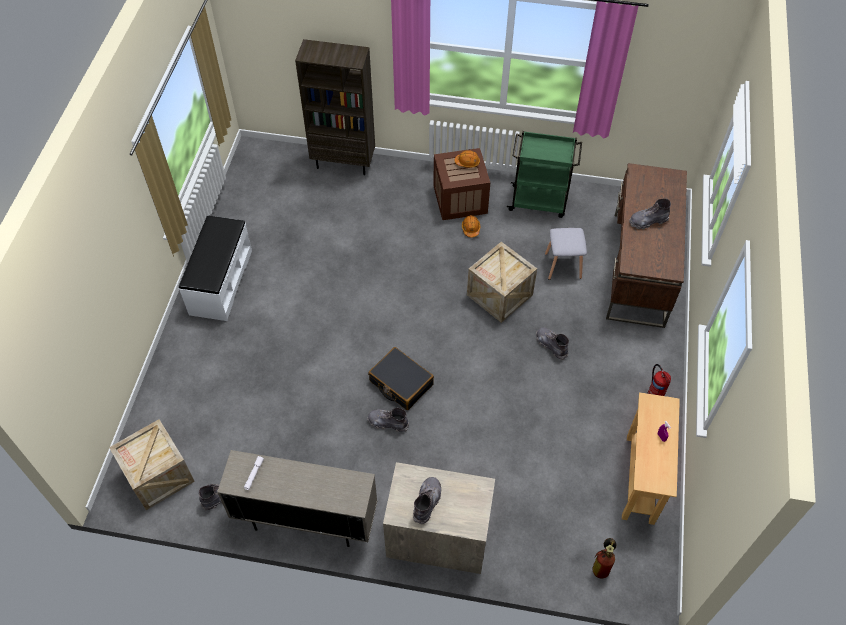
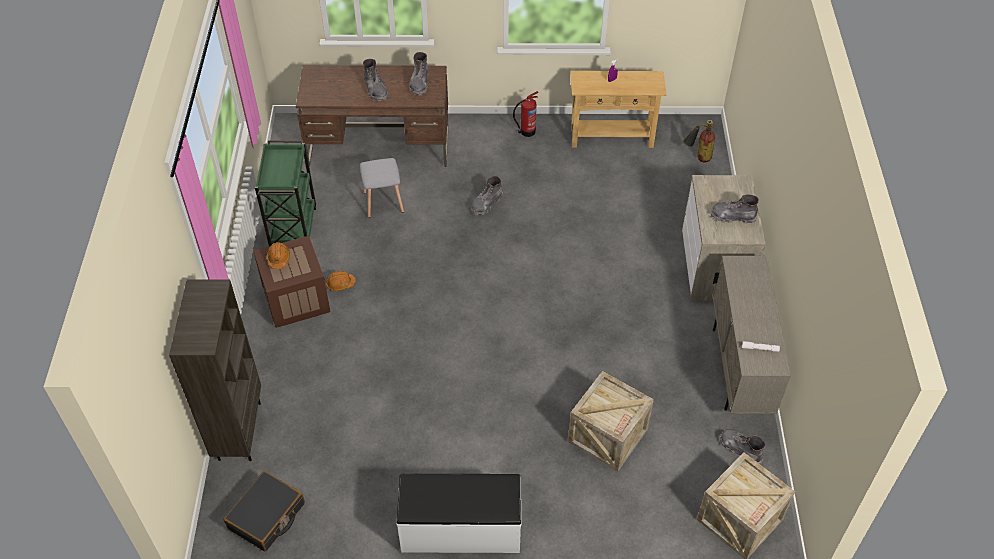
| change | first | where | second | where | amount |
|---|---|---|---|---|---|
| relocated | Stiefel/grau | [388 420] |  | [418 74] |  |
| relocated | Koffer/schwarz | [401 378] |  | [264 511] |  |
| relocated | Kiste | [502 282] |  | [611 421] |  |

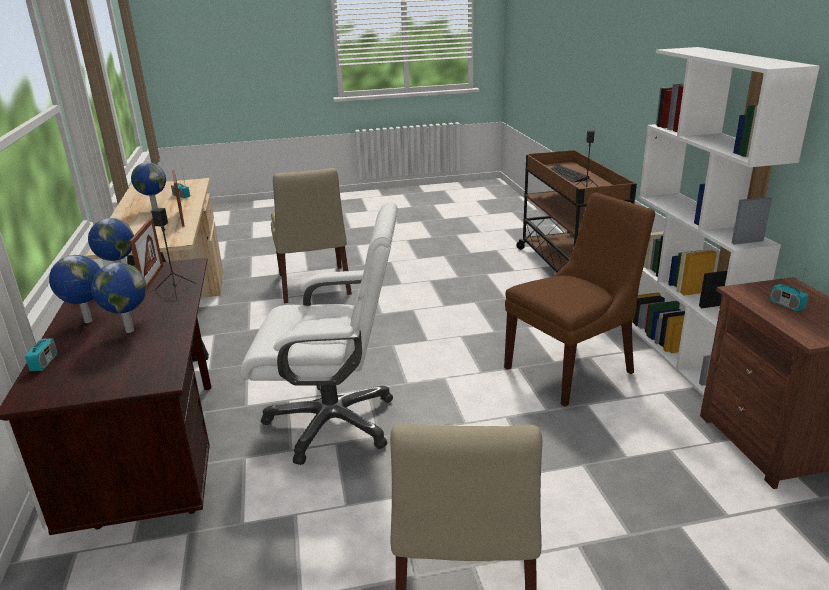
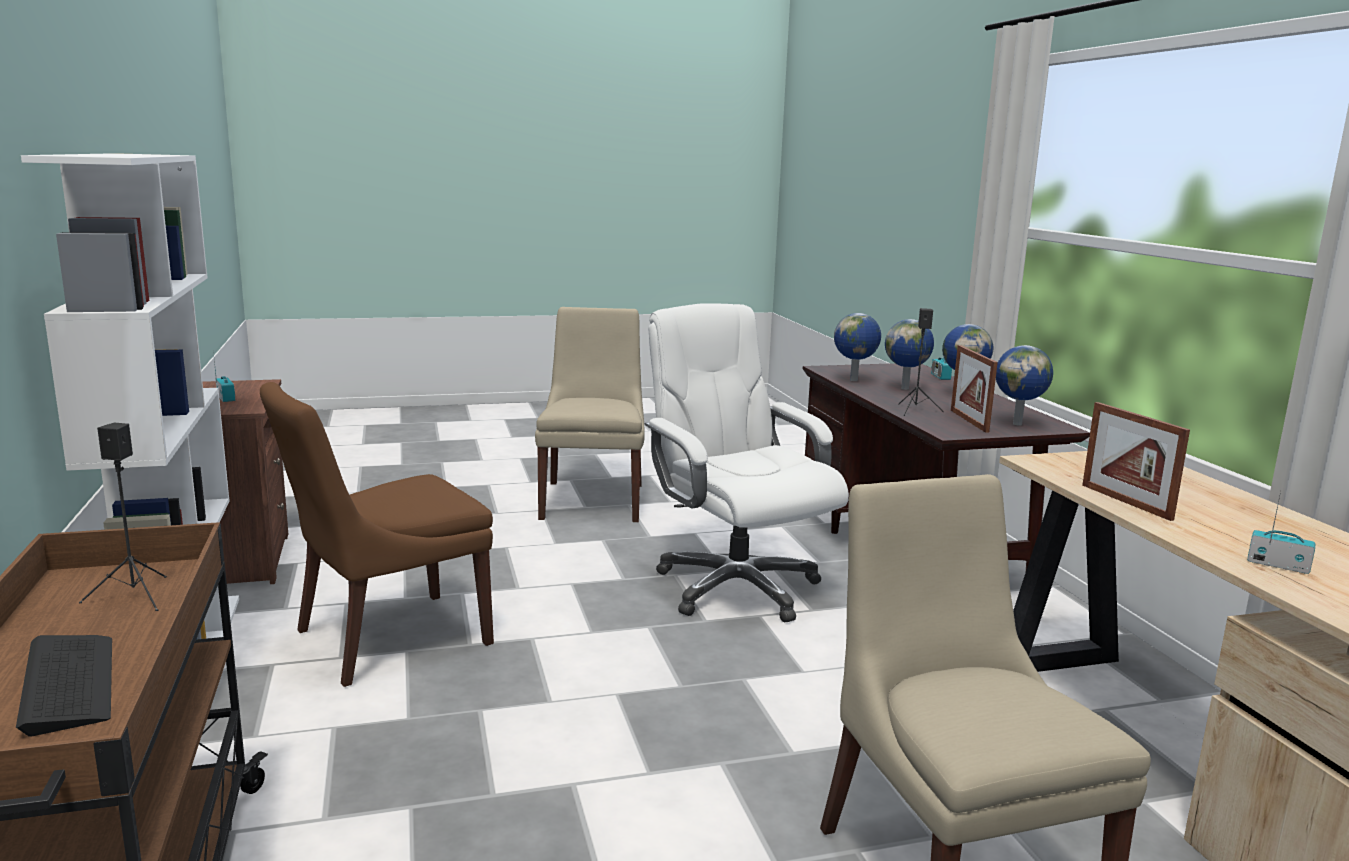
| change | first | where | second | where | amount |
|---|---|---|---|---|---|
| relocated | Globus | [148 186] |  | [857 347] |  |
| spun | Bürostuhl/weiß | [318 333] |  | [746 462] | 60 degrees clockwise |

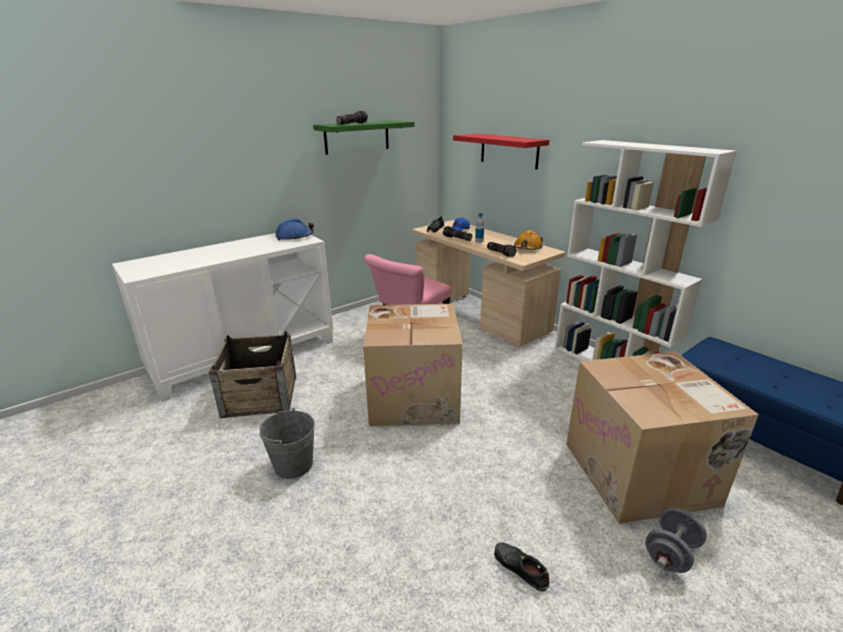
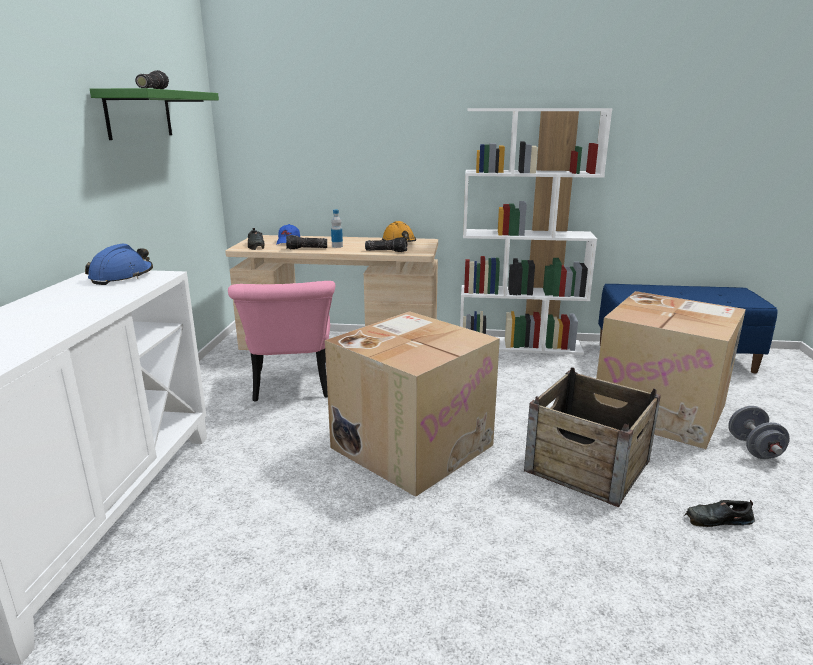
| change | first | where | second | where | amount |
|---|---|---|---|---|---|
| missing | Eimer/grau | [287 443] |  |  |  |
| missing | Wandregal/rot | [501 151] |  |  |  |
| relocated | Kiste | [252 374] |  | [592 437] |  |

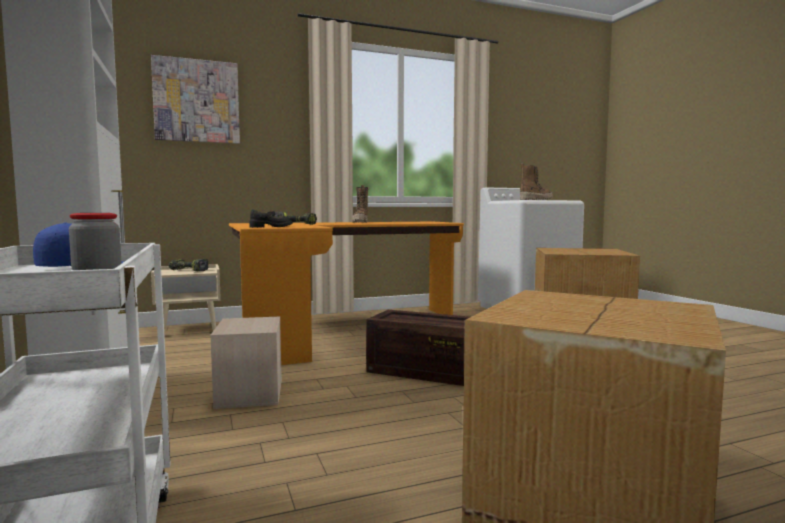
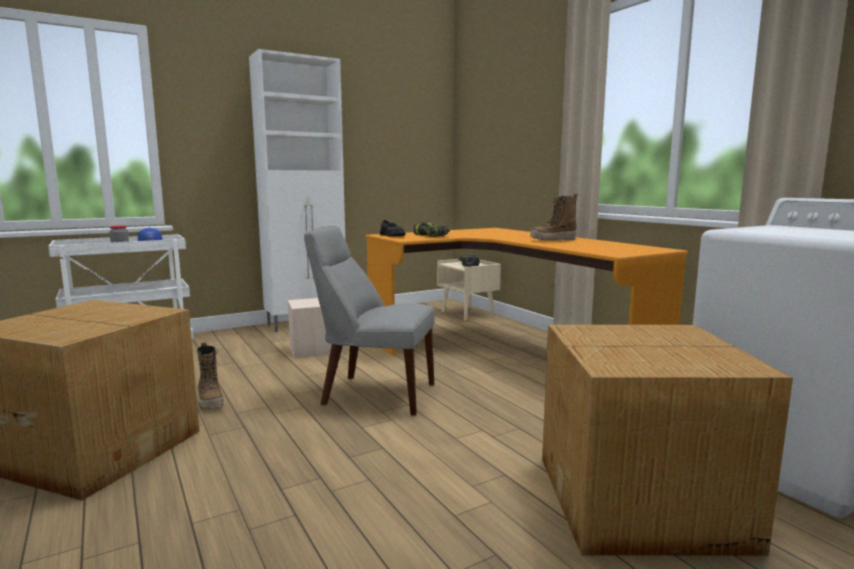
| change | first | where | second | where | amount |
|---|---|---|---|---|---|
| missing | Bild | [195 99] |  |  |  |
| relocated | Stiefel | [536 181] |  | [210 376] |  |
| exchanged | Kiste | [418 348] | Stuhl/grau | [369 320] |  |

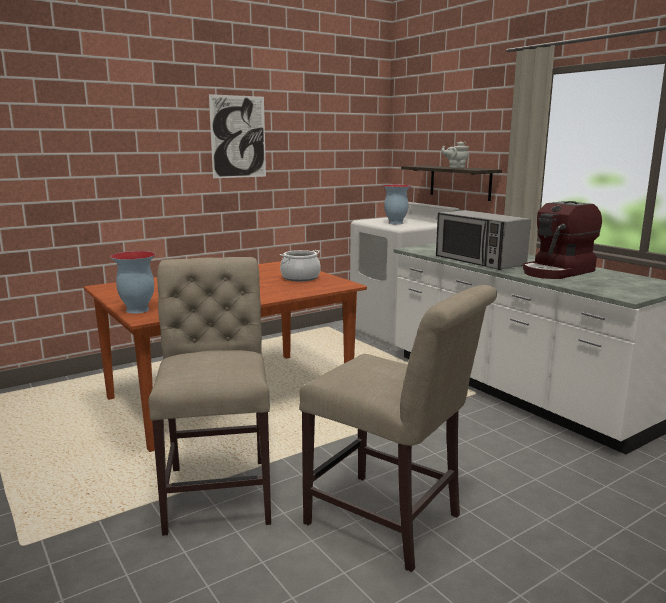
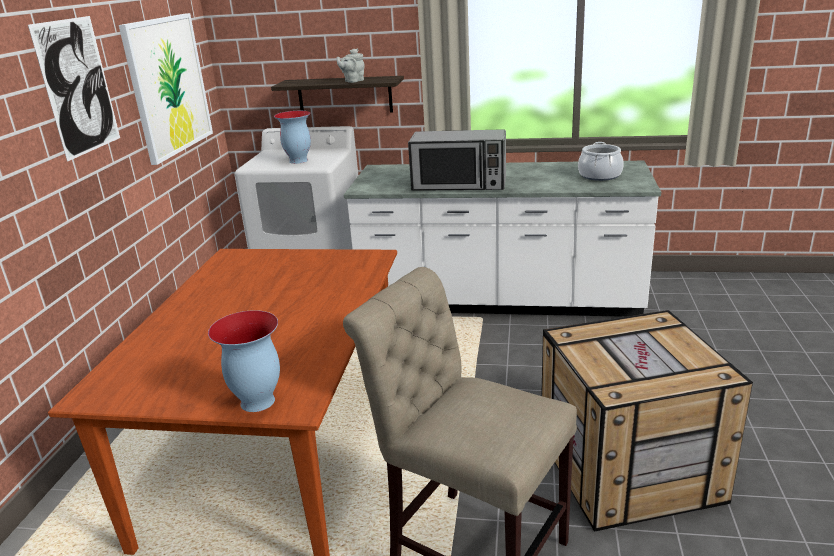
| change | first | where | second | where | amount |
|---|---|---|---|---|---|
| missing | Kaffeemaschine | [562 240] |  |  |  |
| appeared |  |  | Bild | [166 89] |  |
| relocated | Kochtopf | [300 265] |  | [601 161] |  |
| exchanged | Stuhl/beige | [398 428] | Kiste | [647 421] |  |

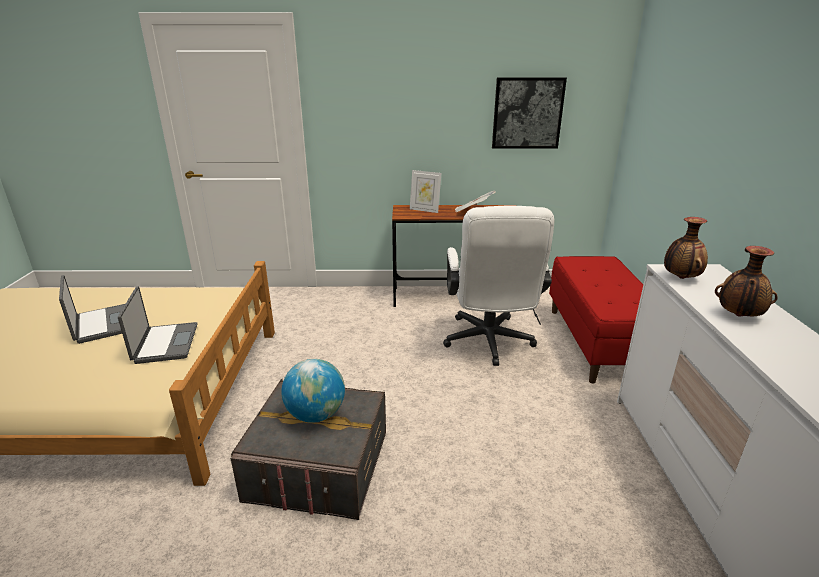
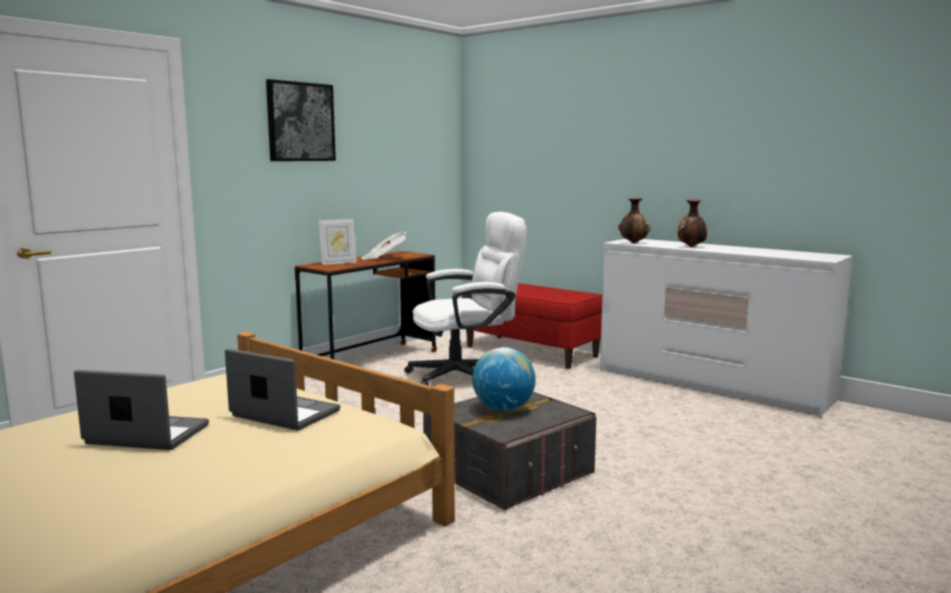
| change | first | where | second | where | amount |
|---|---|---|---|---|---|
| relocated | Bild | [529 112] |  | [301 120] |  |
| spun | Bürostuhl/weiß | [498 286] |  | [465 298] | 60 degrees counterclockwise |

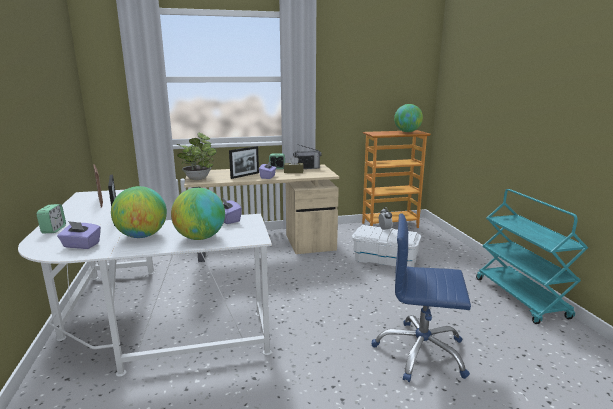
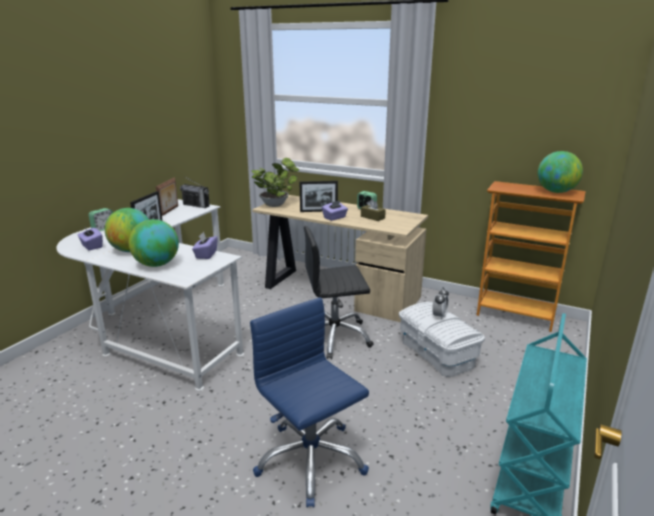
| change | first | where | second | where | amount |
|---|---|---|---|---|---|
| appeared |  |  | Bürostuhl/schwarz | [339 292] |  |
| relocated | Radio | [307 156] |  | [195 192] |  |

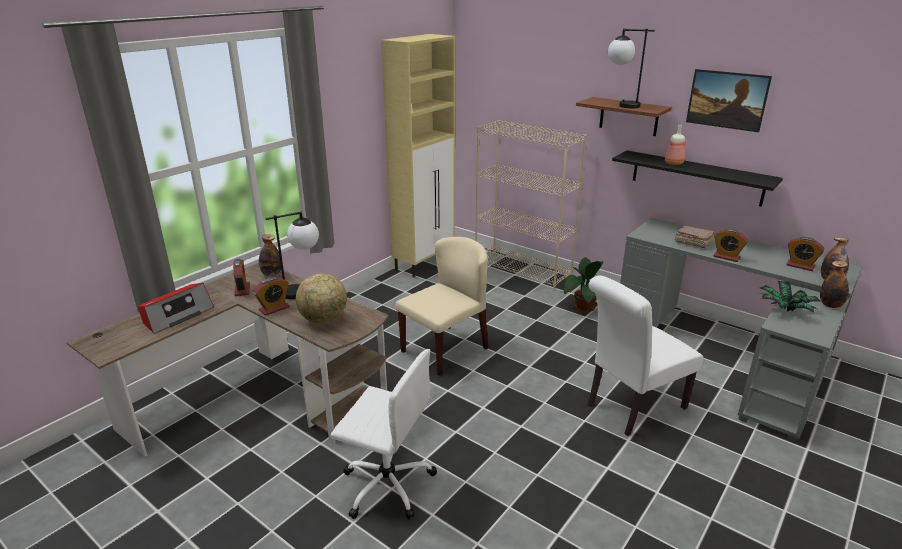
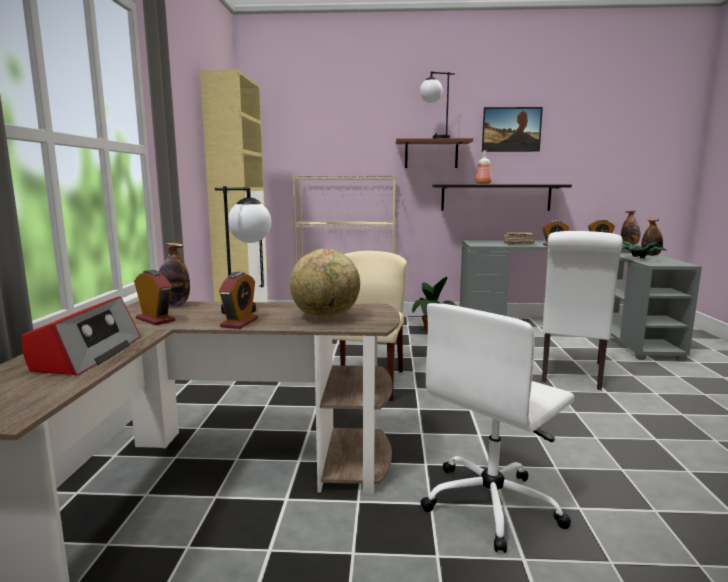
| change | first | where | second | where | amount |
|---|---|---|---|---|---|
| spun | Bürostuhl/weiß | [383 434] |  | [497 428] | 150 degrees clockwise |

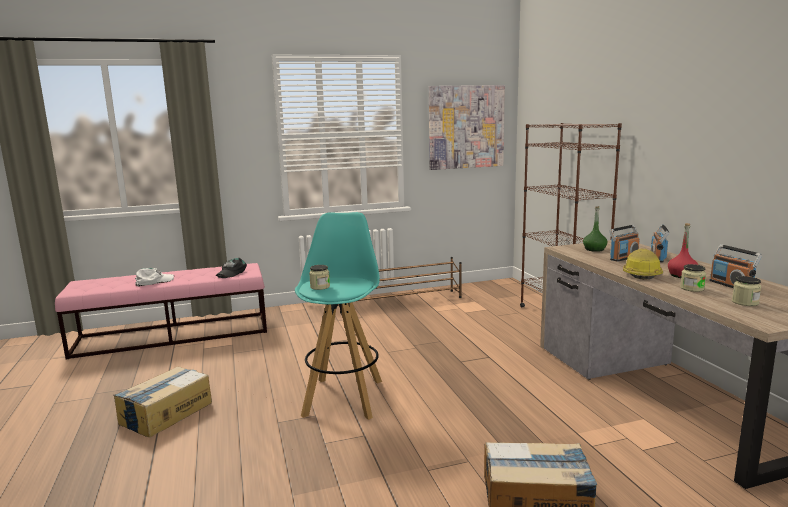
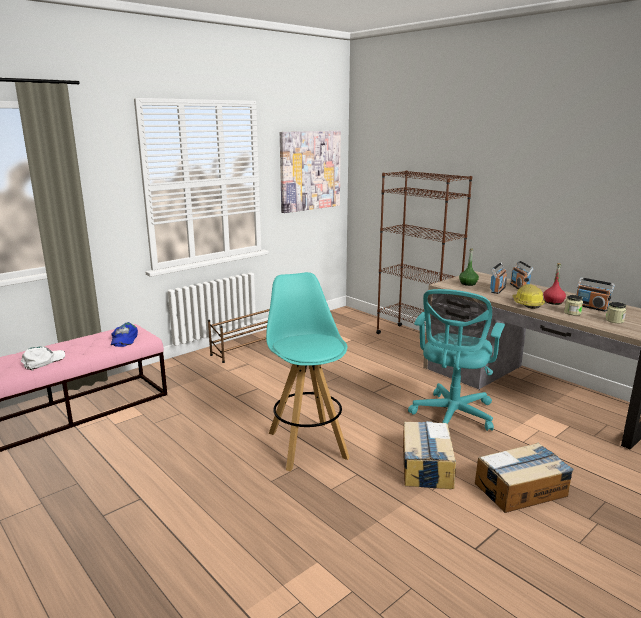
| change | first | where | second | where | amount |
|---|---|---|---|---|---|
| missing | Vorratsglas | [319 277] |  |  |  |
| appeared |  |  | Bürostuhl/türkis | [456 360] |  |
| relocated | Karton | [163 401] |  | [429 455] |  |
| colour | Kappe/schwarz | [231 268] | Kappe/blau | [124 334] |  |

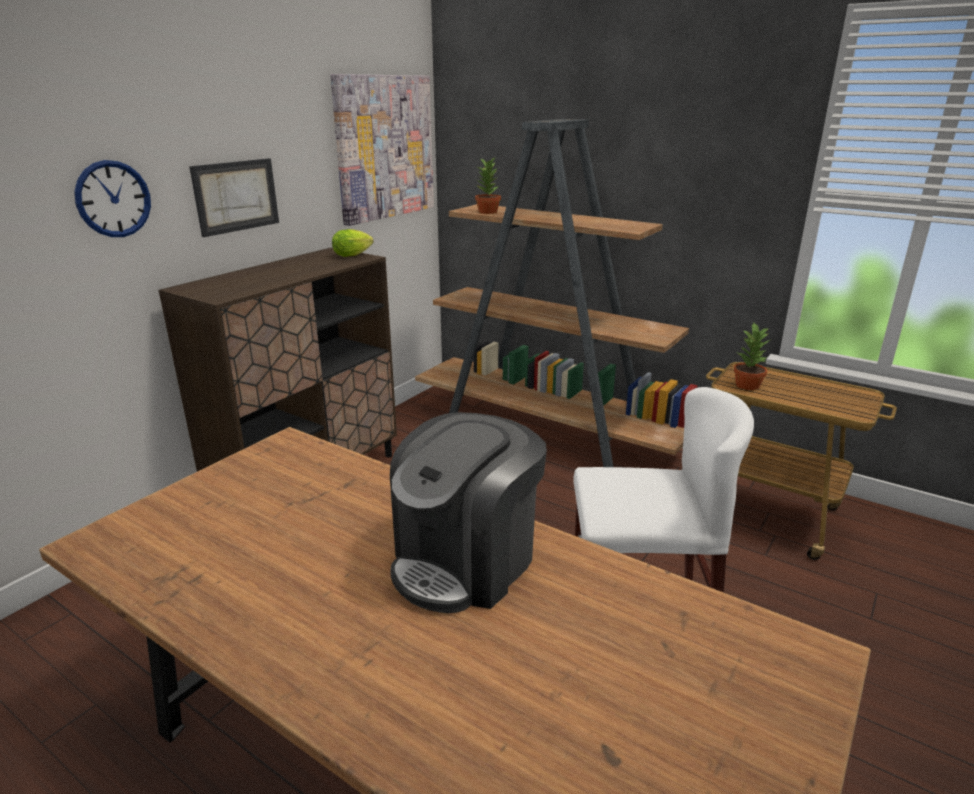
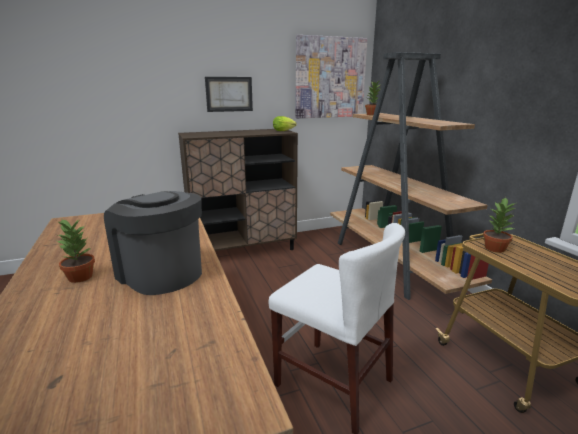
| change | first | where | second | where | amount |
|---|---|---|---|---|---|
| missing | Wanduhr | [112 198] |  |  |  |
| appeared |  |  | Topfpflanze | [76 250] |  |
| spun | Kaffeemaschine | [468 512] |  | [153 243] | 60 degrees clockwise |

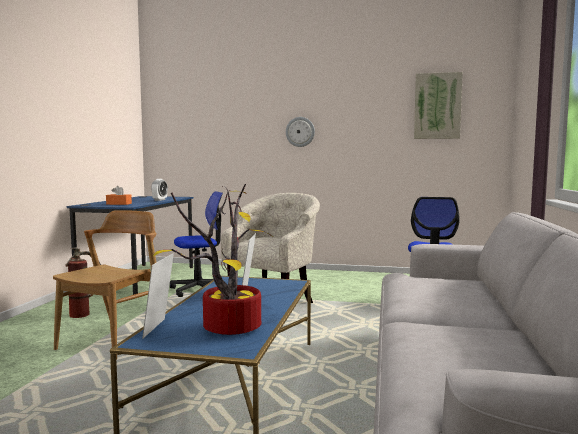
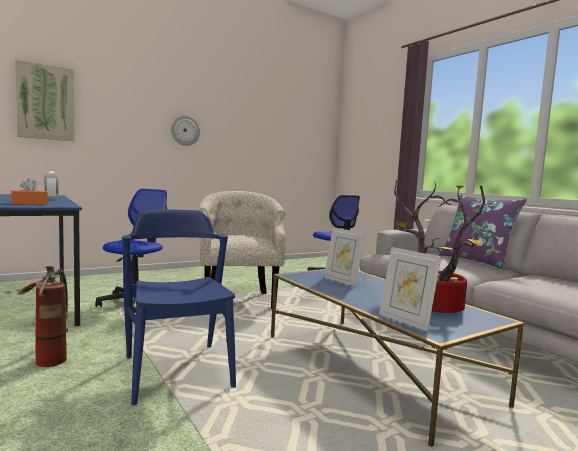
| change | first | where | second | where | amount |
|---|---|---|---|---|---|
| appeared |  |  | Kissen/lila | [483 232] |  |
| relocated | Bild | [438 105] |  | [45 100] |  |
| colour | Stuhl/braun | [105 285] | Stuhl/blau | [179 308] |  |

